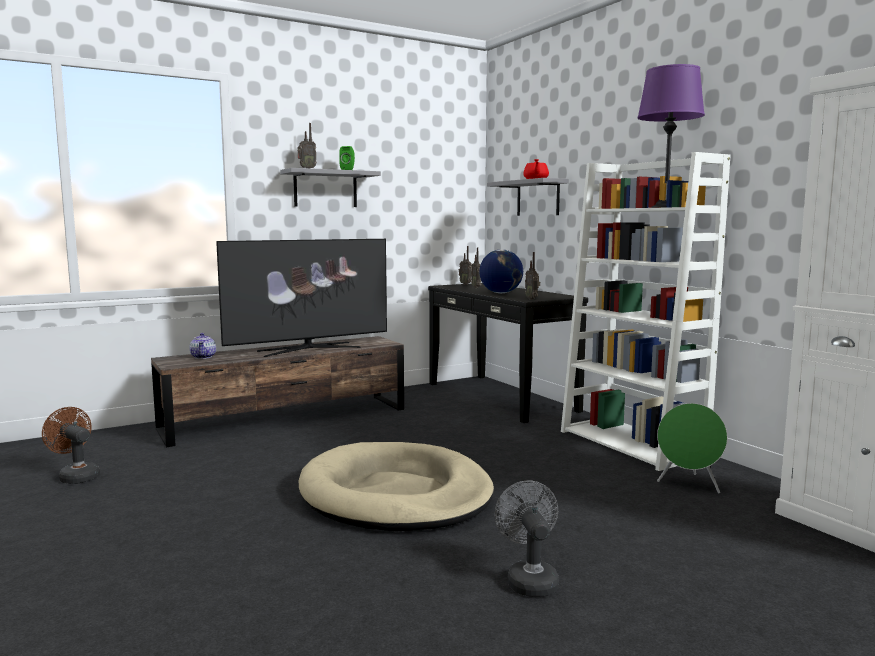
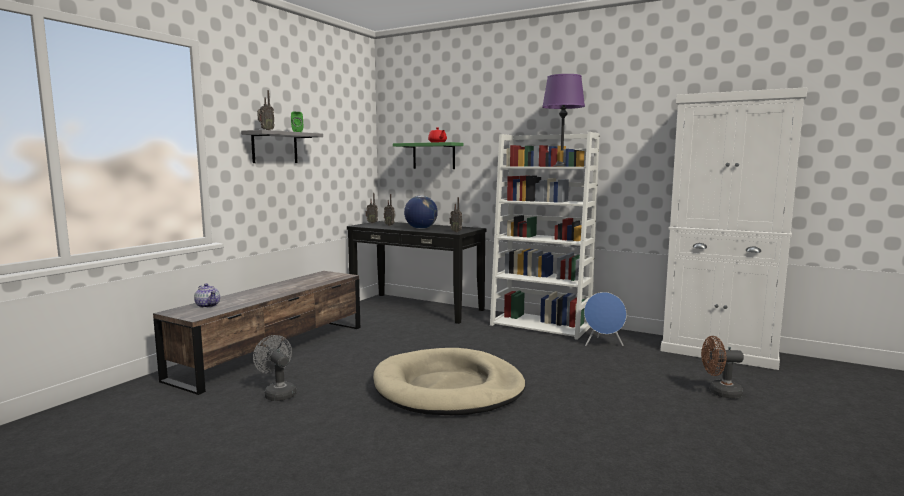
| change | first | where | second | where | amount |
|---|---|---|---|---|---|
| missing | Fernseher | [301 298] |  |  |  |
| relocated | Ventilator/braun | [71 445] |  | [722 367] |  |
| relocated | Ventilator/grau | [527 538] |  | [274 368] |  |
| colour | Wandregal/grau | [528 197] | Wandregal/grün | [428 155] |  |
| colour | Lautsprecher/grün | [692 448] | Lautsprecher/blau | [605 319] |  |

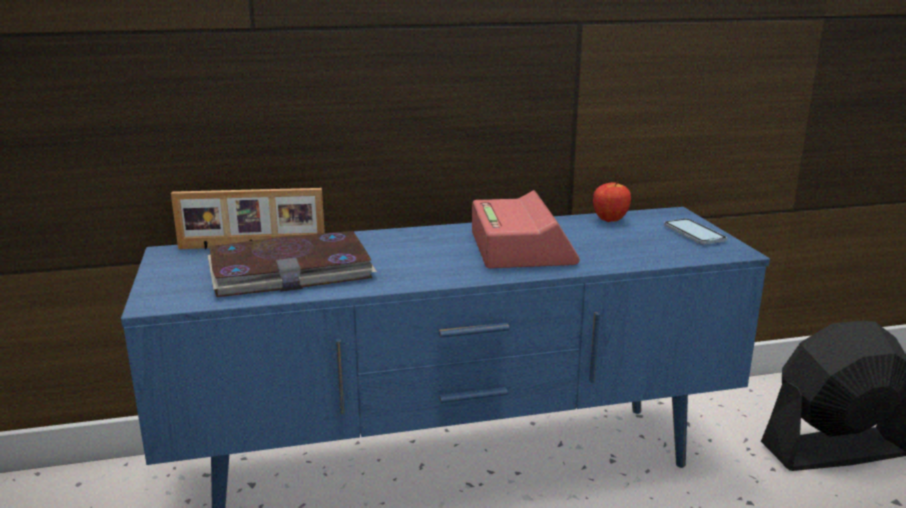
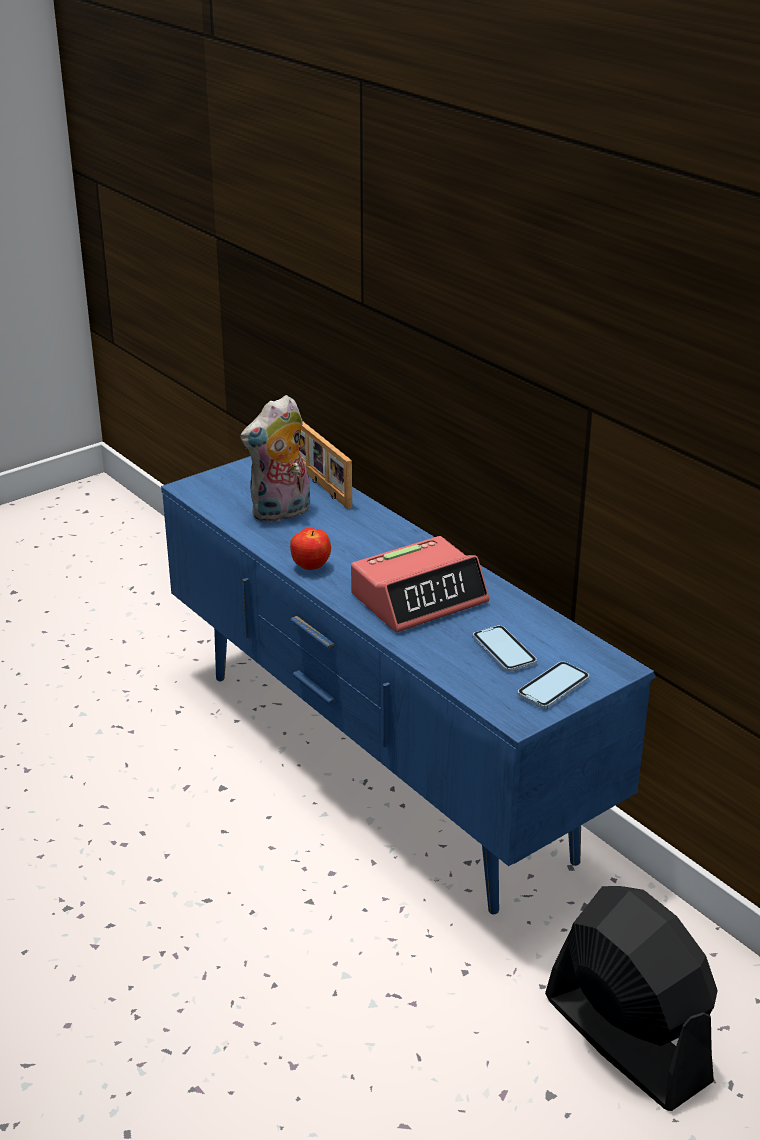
| change | first | where | second | where | amount |
|---|---|---|---|---|---|
| appeared |  |  | Handy | [505 648] |  |
| relocated | Apfel | [612 201] |  | [310 549] |  |
| exchanged | Buch | [292 264] | Plüschtier | [275 458] |  |

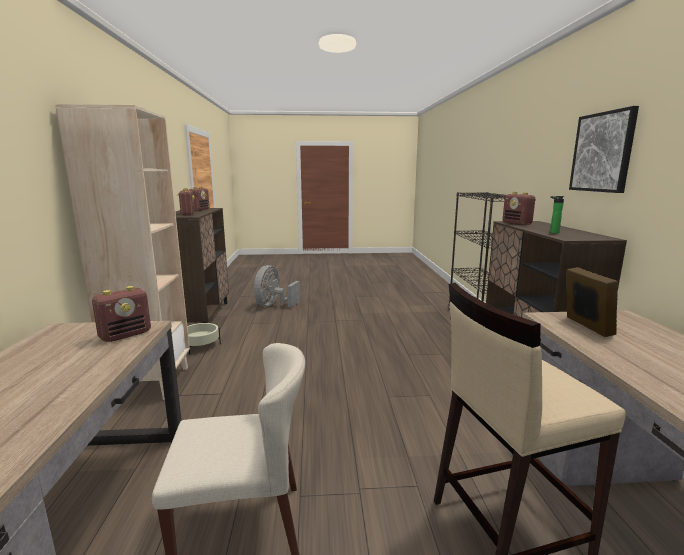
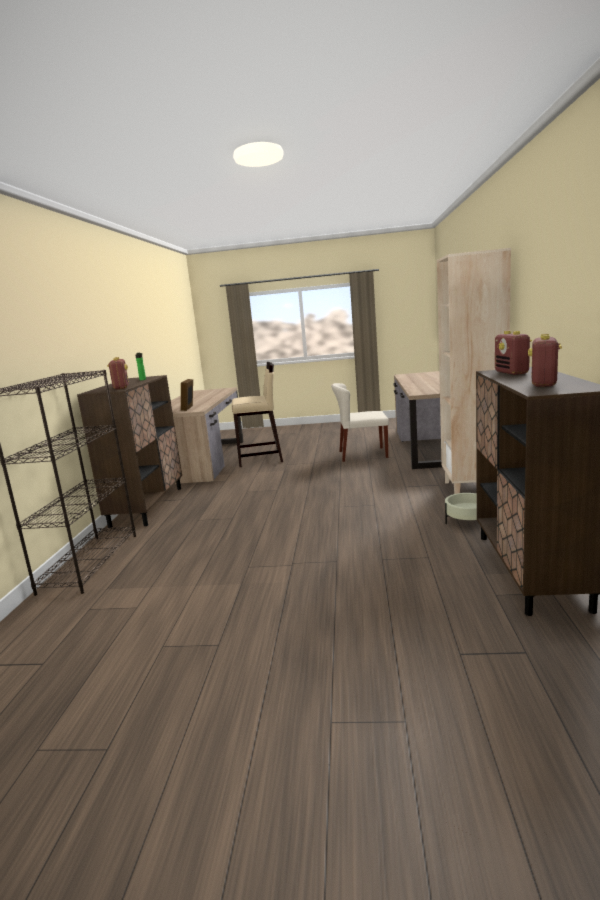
| change | first | where | second | where | amount |
|---|---|---|---|---|---|
| missing | Radio | [121 314] |  |  |  |
| missing | Ventilator/grau | [277 286] |  |  |  |
| missing | Bild | [604 149] |  |  |  |

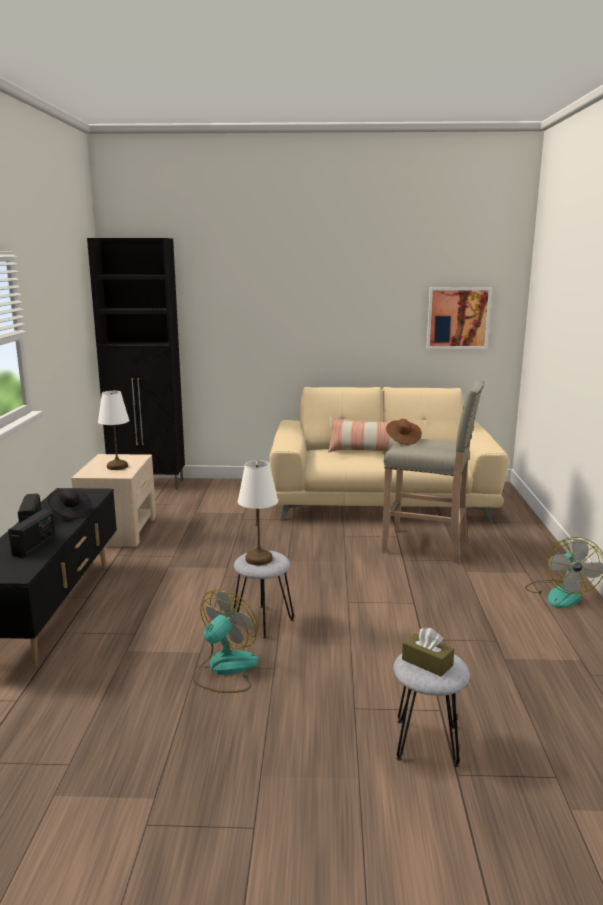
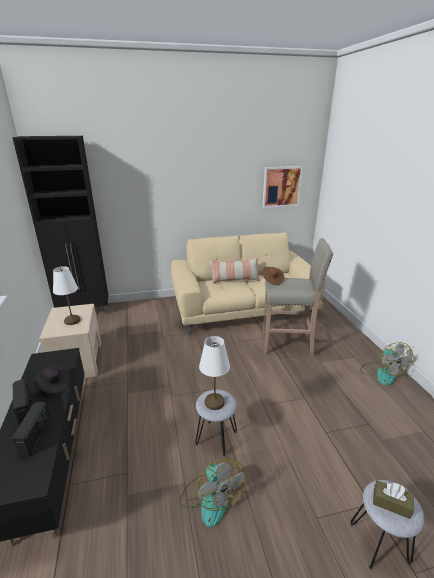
| change | first | where | second | where | amount |
|---|---|---|---|---|---|
| spun | Ventilator | [226 641] |  | [212 492] | 135 degrees clockwise |

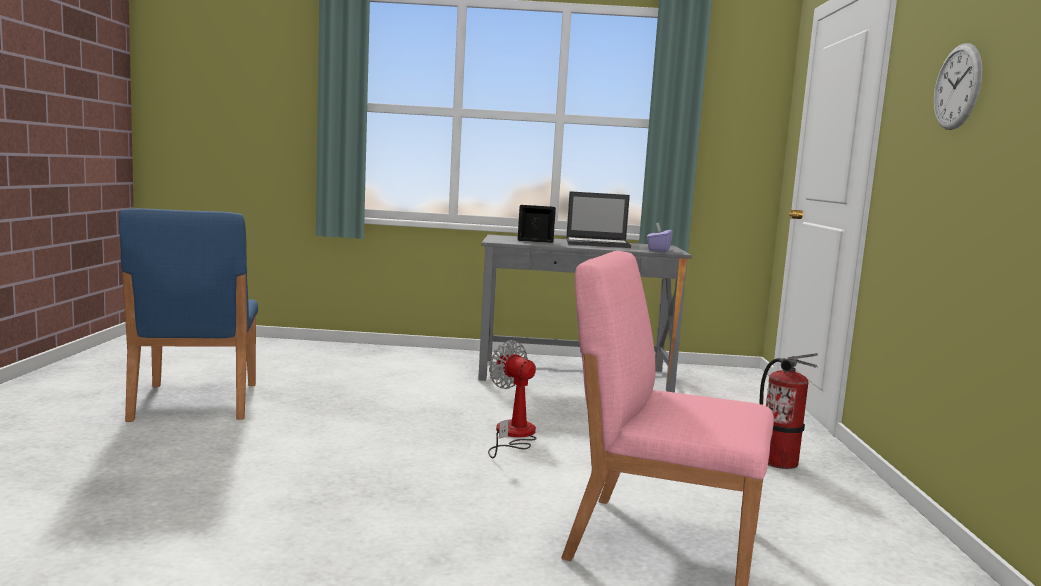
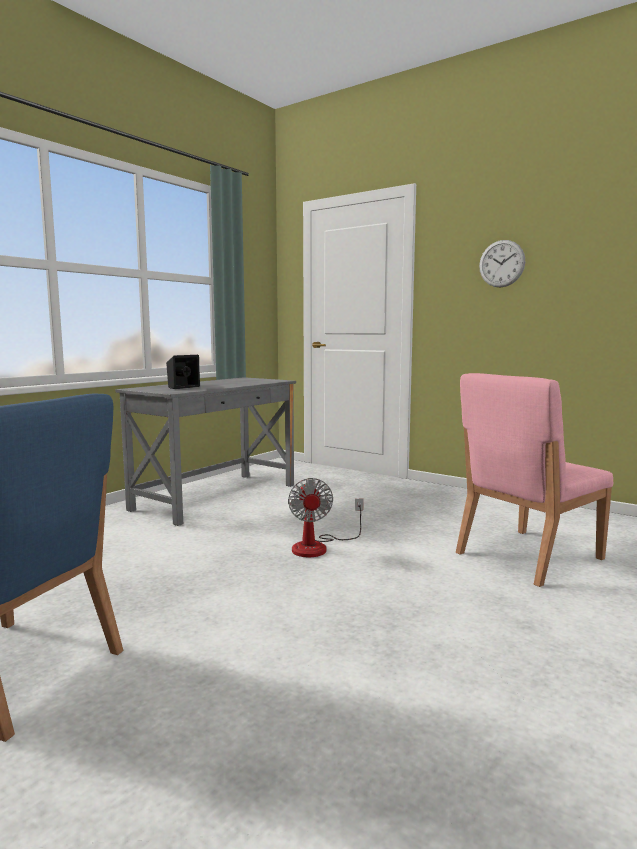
| change | first | where | second | where | amount |
|---|---|---|---|---|---|
| missing | Laptop | [598 219] |  |  |  |
| missing | Taschentuchbox/lila | [660 237] |  |  |  |
| missing | Feuerlöscher | [788 411] |  |  |  |
| spun | Ventilator | [512 399] |  | [326 517] | 90 degrees counterclockwise |

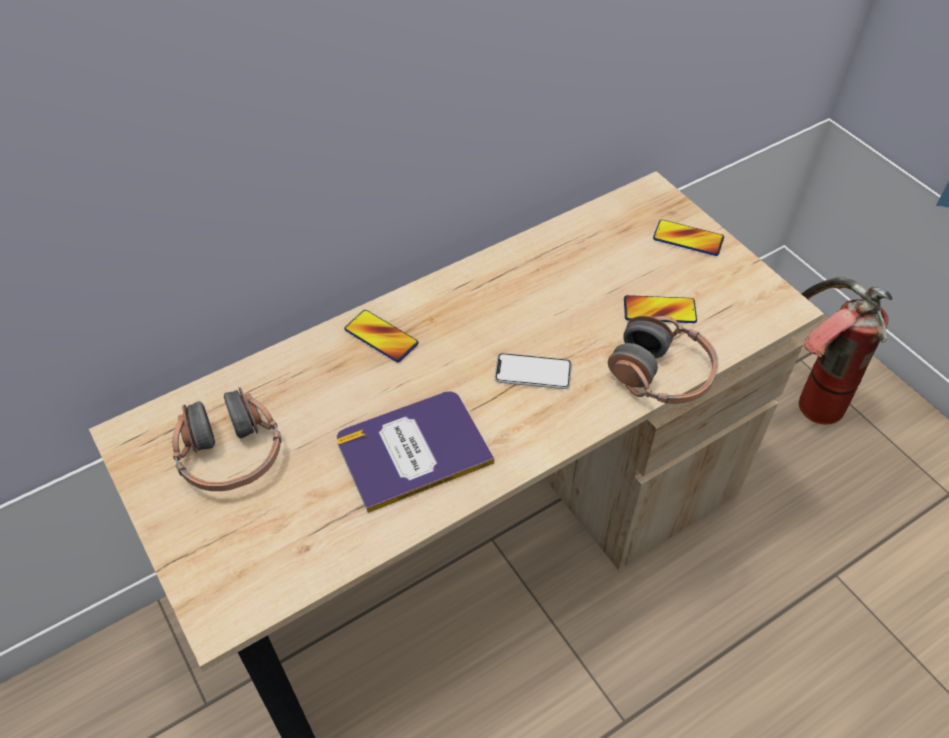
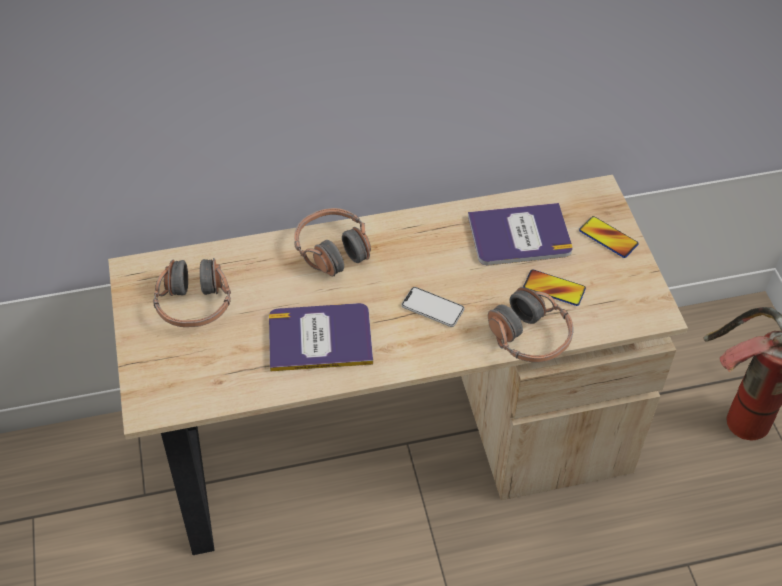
| change | first | where | second | where | amount |
|---|---|---|---|---|---|
| appeared |  |  | Buch | [520 234] |  |
| exchanged | Handy | [381 336] | Kopfhörer | [332 242] |  |

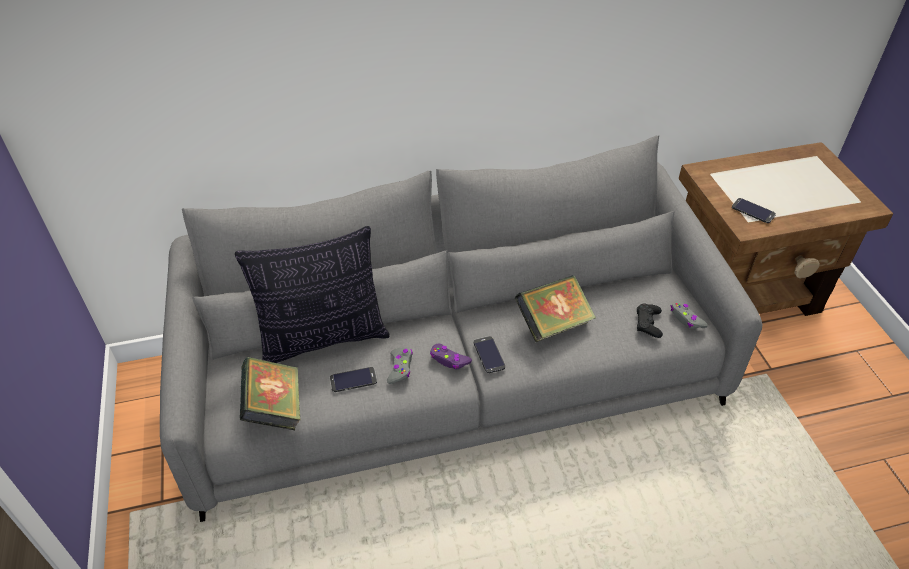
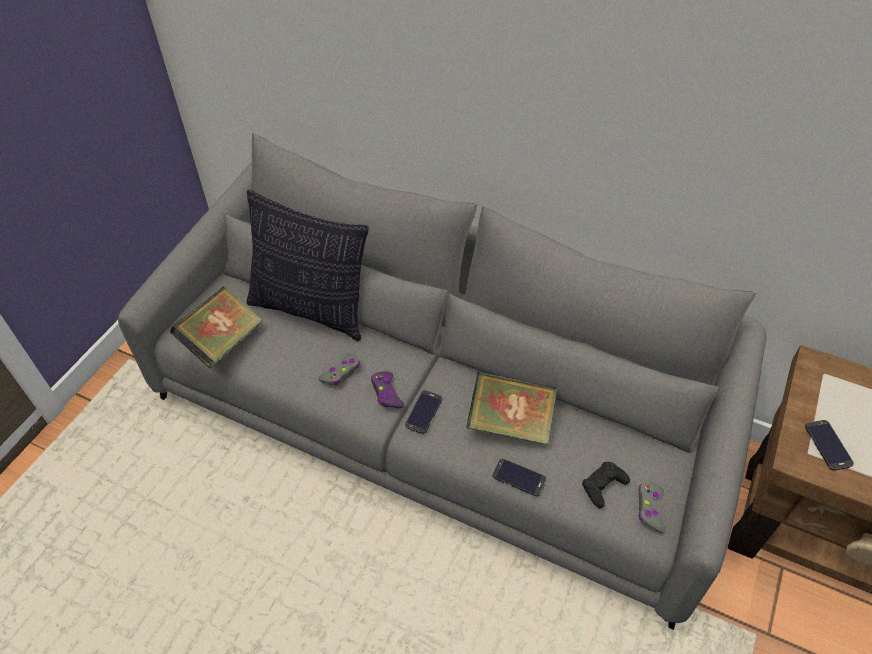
| change | first | where | second | where | amount |
|---|---|---|---|---|---|
| relocated | Handy | [353 379] |  | [519 477] |  |

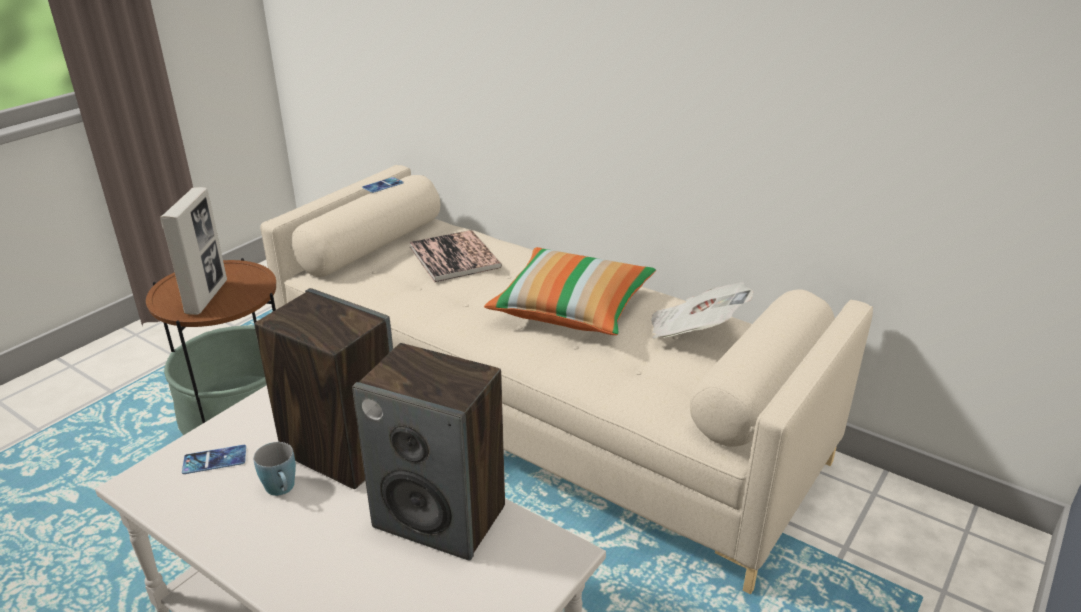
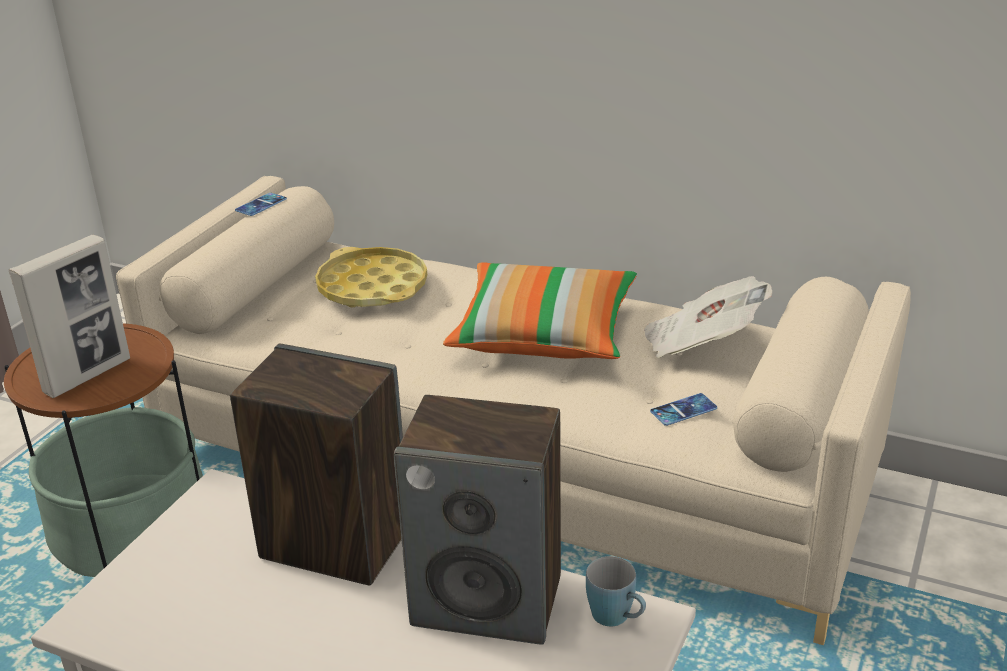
| change | first | where | second | where | amount |
|---|---|---|---|---|---|
| relocated | Handy | [214 459] |  | [683 409] |  |
| relocated | Henkelbecher/blau | [275 469] |  | [616 591] |  |
| exchanged | Buch | [455 256] | Tablett/gelb | [371 277] |  |
| spun | Bilderrahmen | [193 251] |  | [69 316] | 45 degrees clockwise |

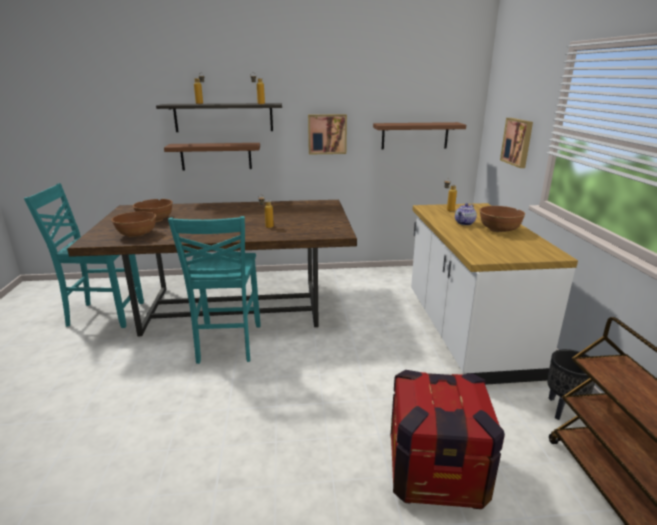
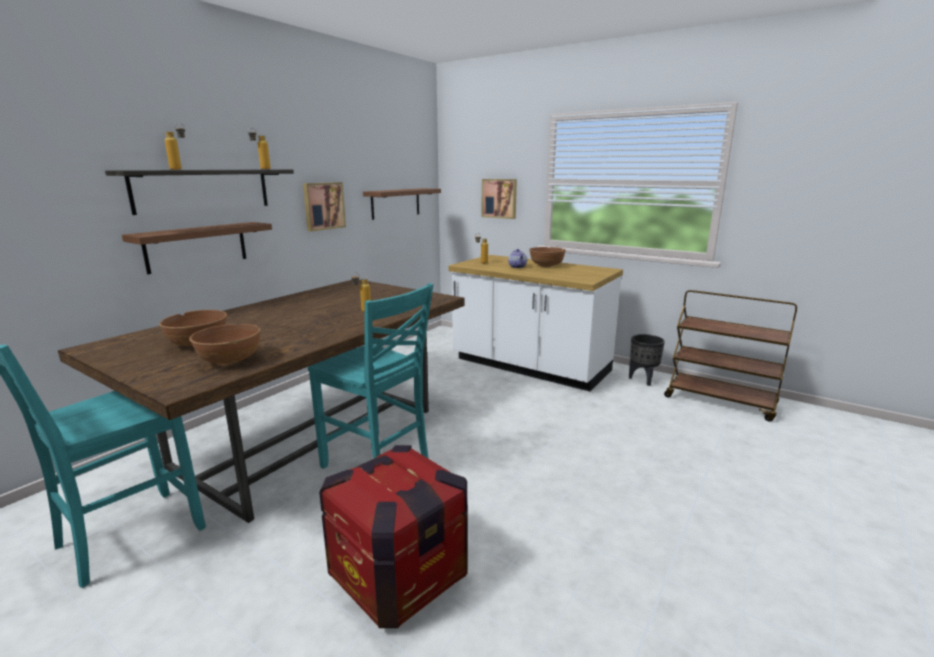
| change | first | where | second | where | amount |
|---|---|---|---|---|---|
| relocated | Kiste | [447 439] |  | [393 536] |  |

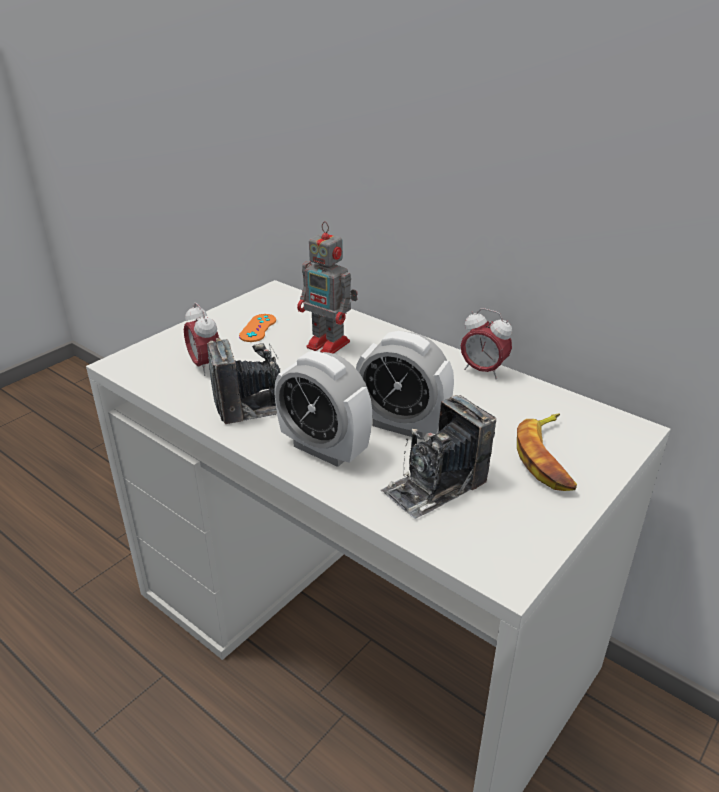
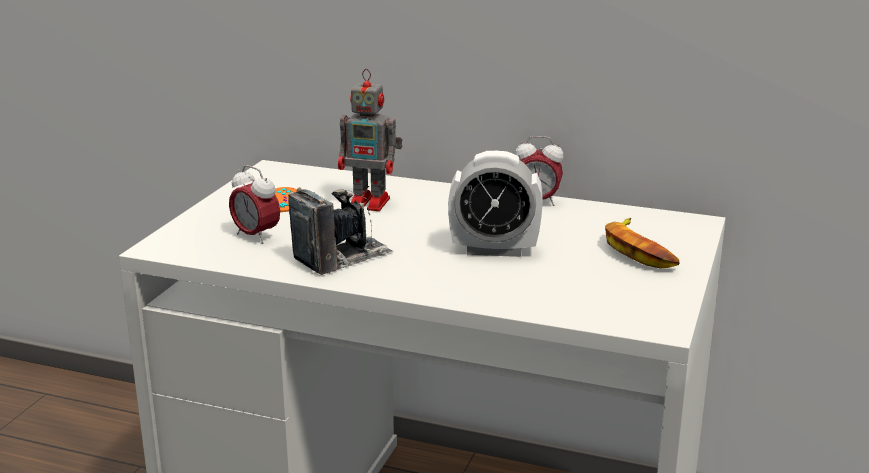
| change | first | where | second | where | amount |
|---|---|---|---|---|---|
| missing | Wecker | [323 409] |  |  |  |
| missing | Kamera | [438 457] |  |  |  |

